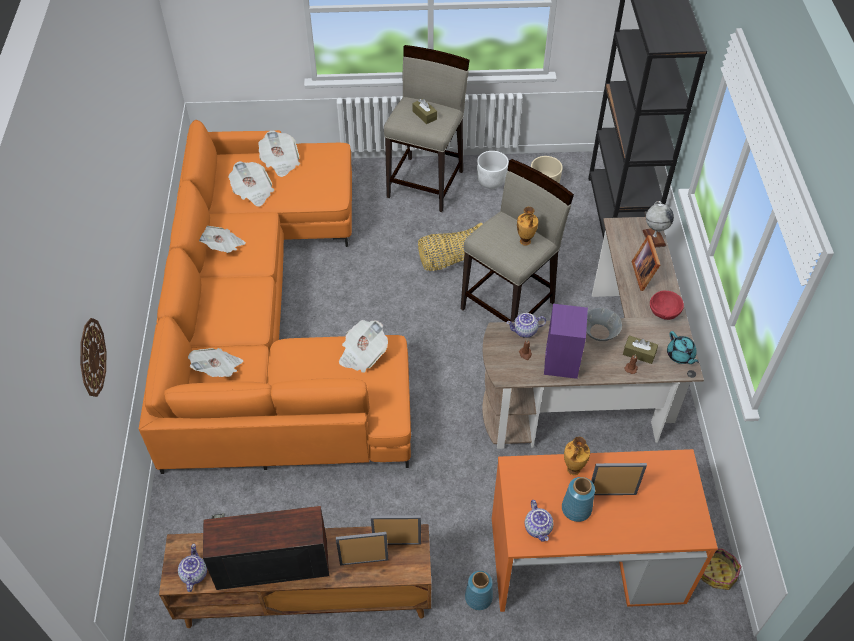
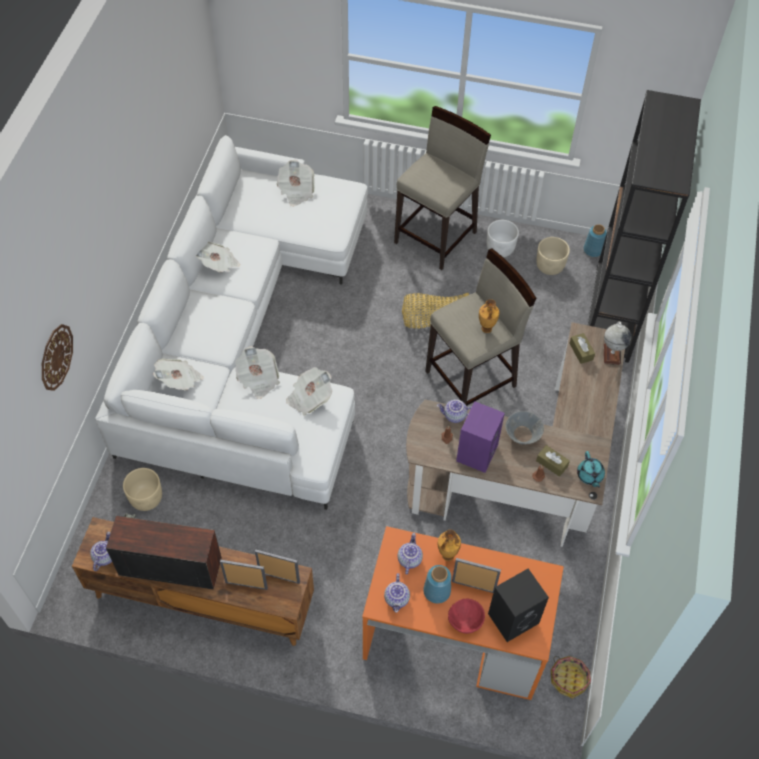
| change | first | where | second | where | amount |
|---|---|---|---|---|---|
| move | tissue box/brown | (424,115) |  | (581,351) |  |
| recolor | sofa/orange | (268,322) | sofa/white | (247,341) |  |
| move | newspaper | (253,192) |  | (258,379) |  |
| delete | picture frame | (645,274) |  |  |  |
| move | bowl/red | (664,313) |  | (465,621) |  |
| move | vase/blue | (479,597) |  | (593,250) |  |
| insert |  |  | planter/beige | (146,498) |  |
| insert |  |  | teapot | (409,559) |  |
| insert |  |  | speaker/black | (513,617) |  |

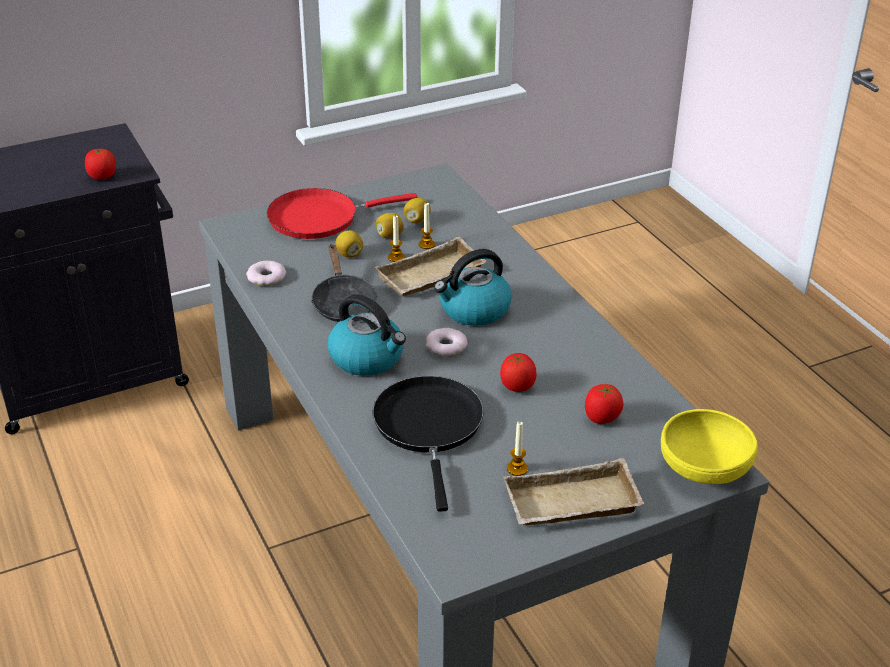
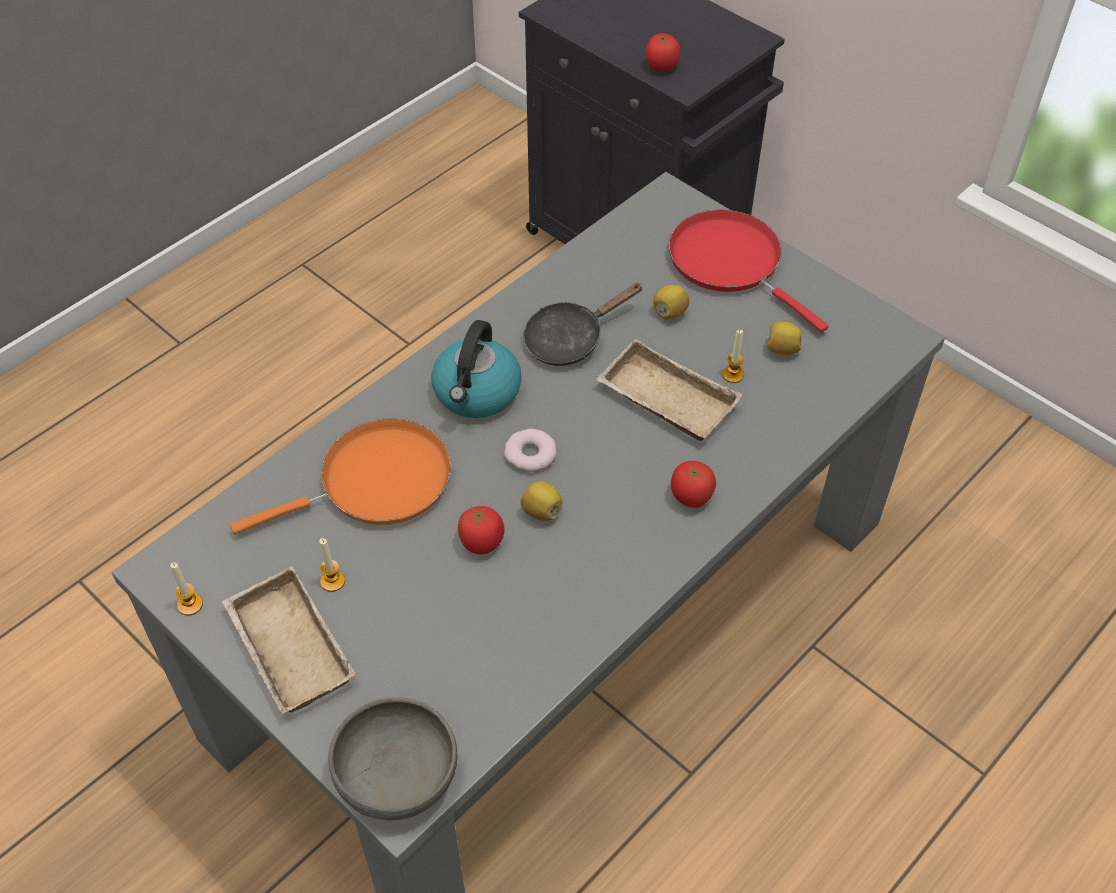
| change | first | where | second | where | amount |
|---|---|---|---|---|---|
| move | lemon | (389,235) |  | (541,511) |  |
| move | candle | (396,257) |  | (190,605) |  |
| delete | kettle | (473,310) |  |  |  |
| delete | donut | (266,277) |  |  |  |
| recolor | frying pan/black | (429,427) | frying pan/orange | (376,482) |  |
| move | tomato | (601,418) |  | (690,497) |  |
| recolor | bowl/yellow | (704,468) | bowl/grey | (396,775) |  |

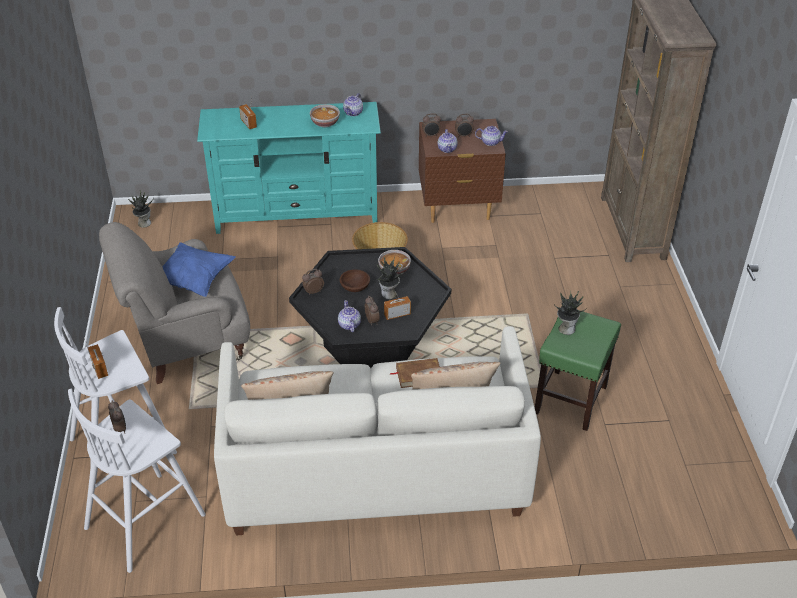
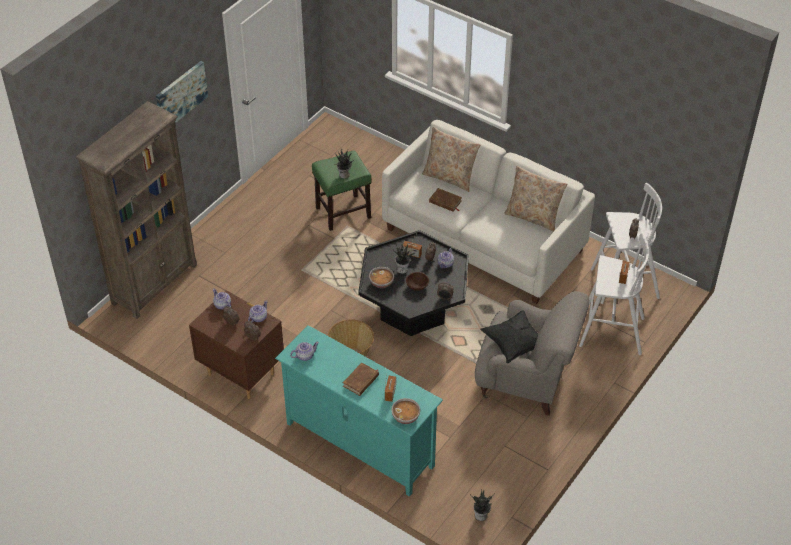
| change | first | where | second | where | amount |
|---|---|---|---|---|---|
| move | bowl | (325,123) |  | (406,417) |  |
| recolor | pillow/blue | (194,280) | pillow/black | (514,344) |  |
| insert |  |  | picture | (181,95) |  |
| insert |  |  | book/brown | (361,381) |  |

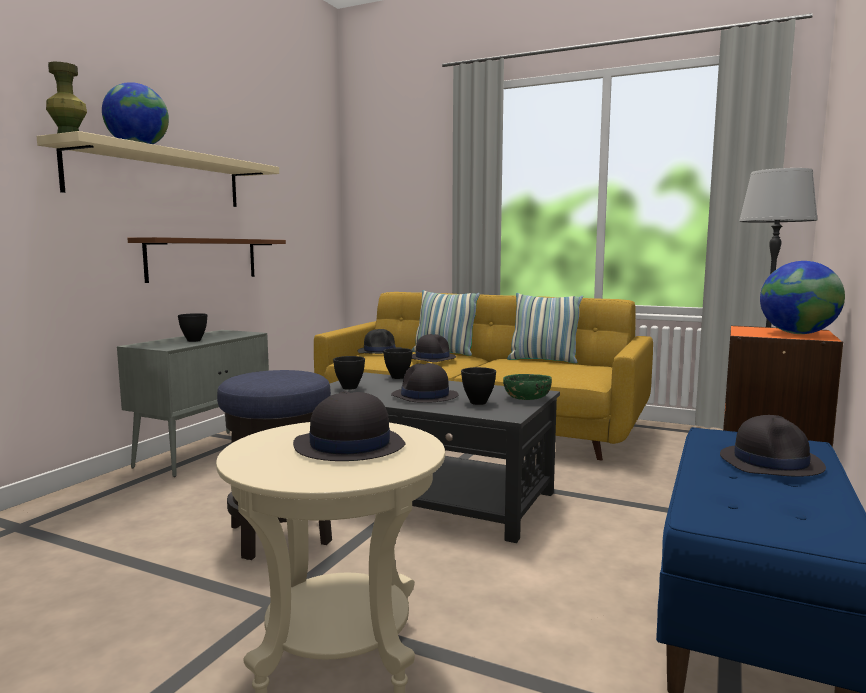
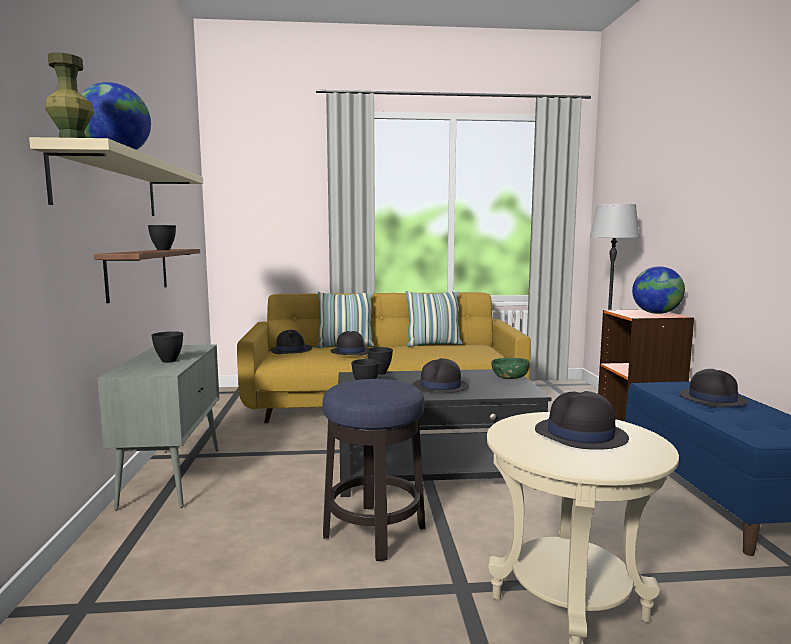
| change | first | where | second | where | amount |
|---|---|---|---|---|---|
| move | bowl/black | (477,403) |  | (163,250) |  |

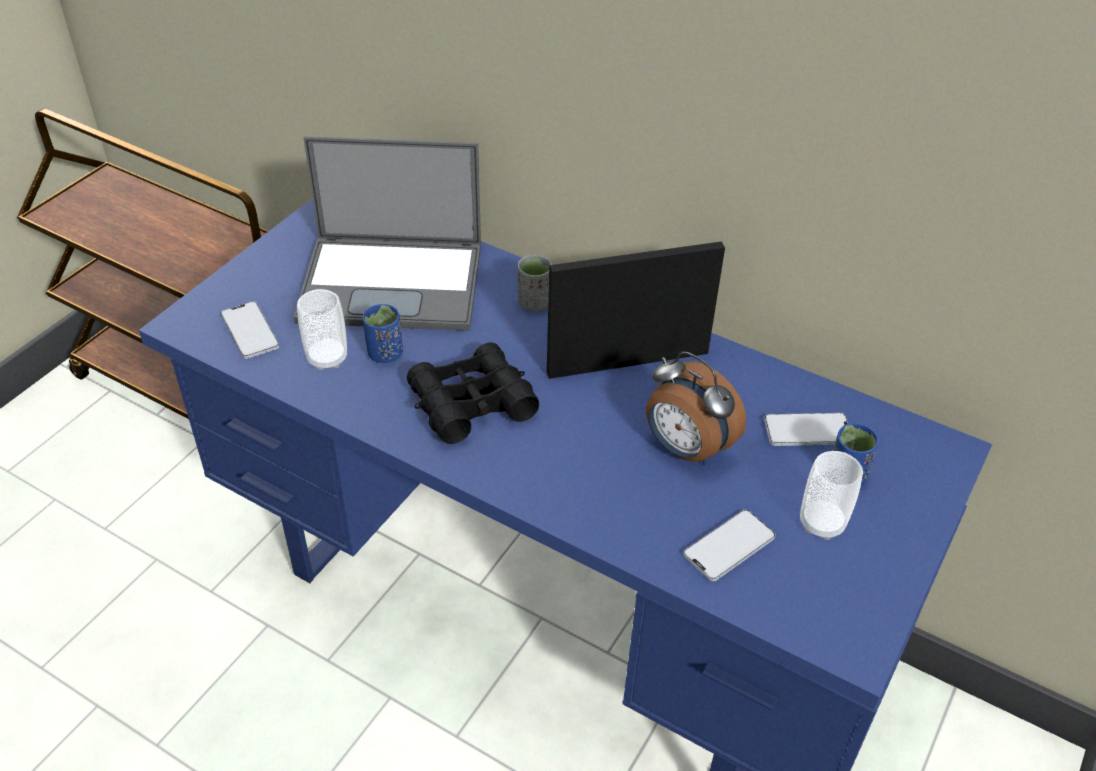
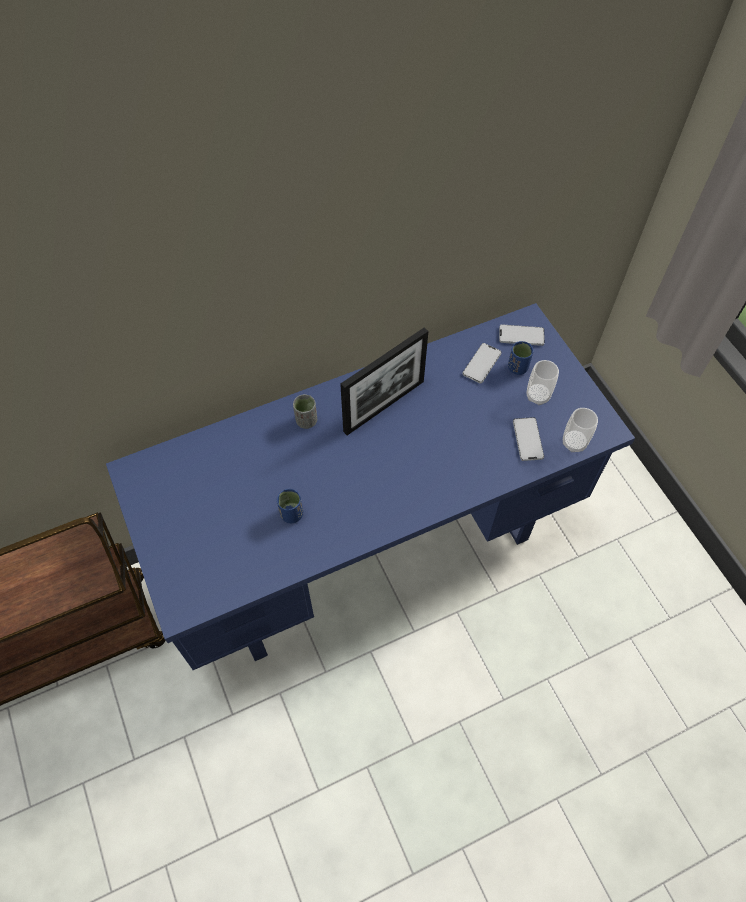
| change | first | where | second | where | amount |
|---|---|---|---|---|---|
| delete | laptop | (394,282) |  |  |  |
| rotate | picture frame | (628,363) |  | (384,406) | 150 degrees counterclockwise |
| move | cup | (327,358) |  | (574,443) |  |
| move | phone | (250,331) |  | (521,336) |  |
| delete | binoculars/black | (471,403) |  |  |  |
| delete | alarm clock | (685,449) |  |  |  |

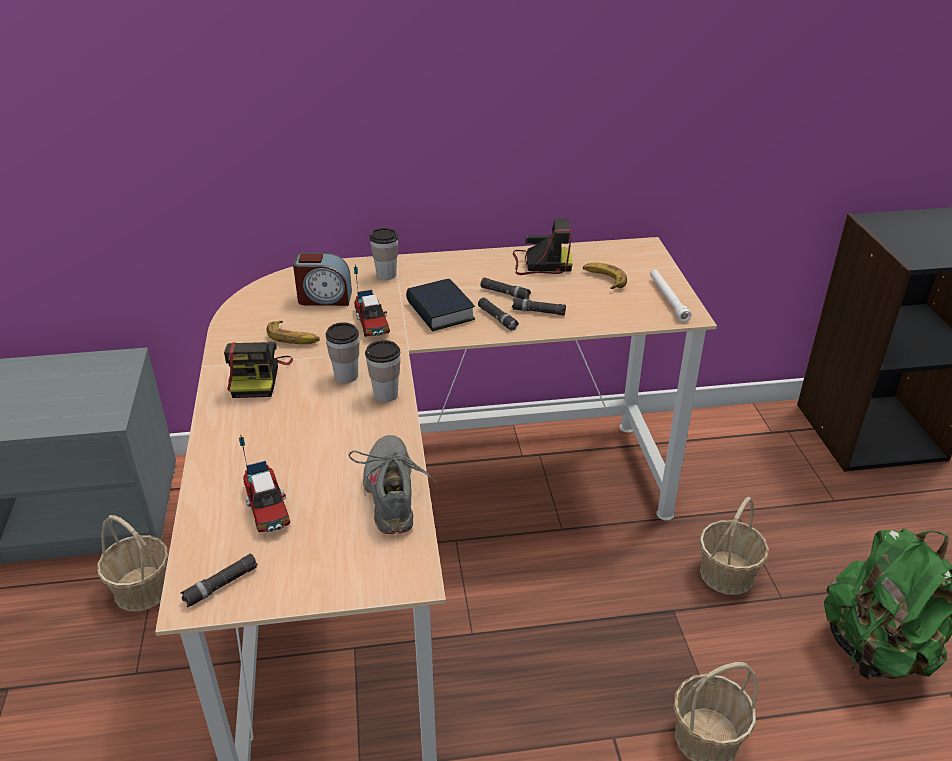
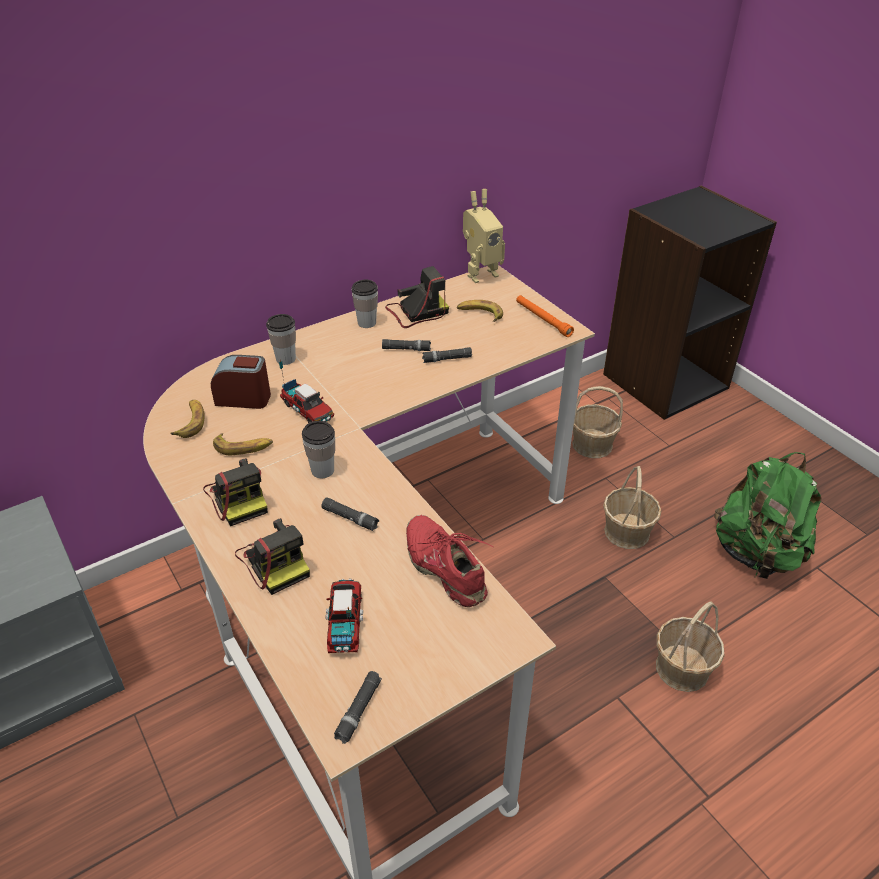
| change | first | where | second | where | amount |
|---|---|---|---|---|---|
| rotate | alarm clock | (324,298) |  | (244,398) | 150 degrees counterclockwise |
| recolor | flashlight/white | (668,299) | flashlight/orange | (543,319) |  |
| delete | book | (440,311) |  |  |  |
| move | flashlight/black | (497,318) |  | (350,518) |  |
| move | cup | (385,395) |  | (366,323) |  |
| rotate | toy truck | (267,507) |  | (345,621) | 135 degrees counterclockwise |
| recolor | shoe/grey | (393,493) | shoe/red | (446,567) |  |
| move | basket | (142,589) |  | (592,444) |  |
| insert |  |  | toy robot | (480,273) |  |
| insert |  |  | banana | (191,422) |  |
| insert |  |  | photo camera | (275,560) |  |

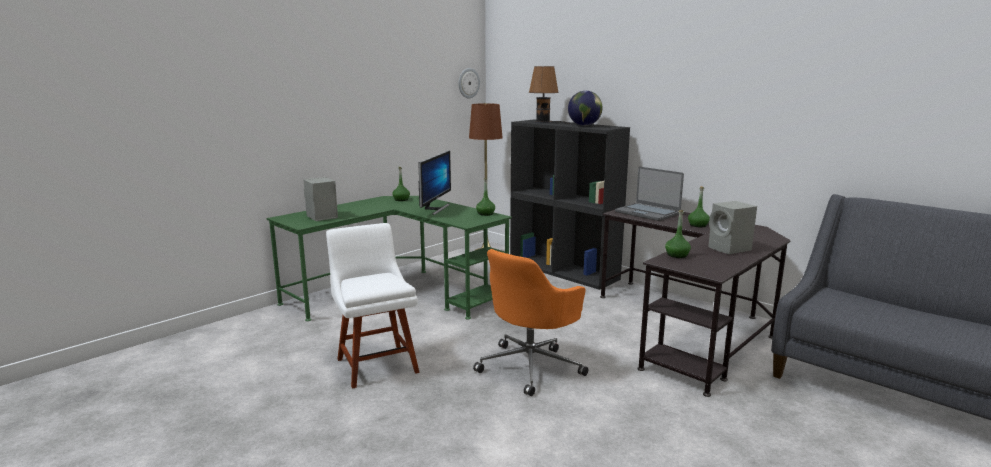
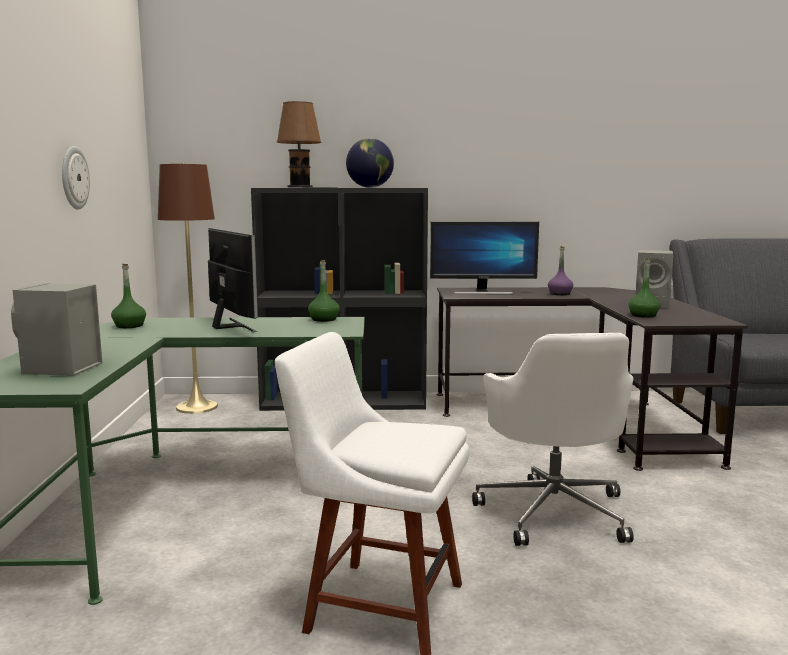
| change | first | where | second | where | amount |
|---|---|---|---|---|---|
| move | wall clock | (468,83) |  | (74,178) |  |
| replace | laptop | (647,213) | monitor | (482,292) |  |
| recolor | bottle/green | (698,225) | bottle/purple | (560,294) |  |
| recolor | office chair/orange | (531,366) | office chair/white | (554,511) |  |

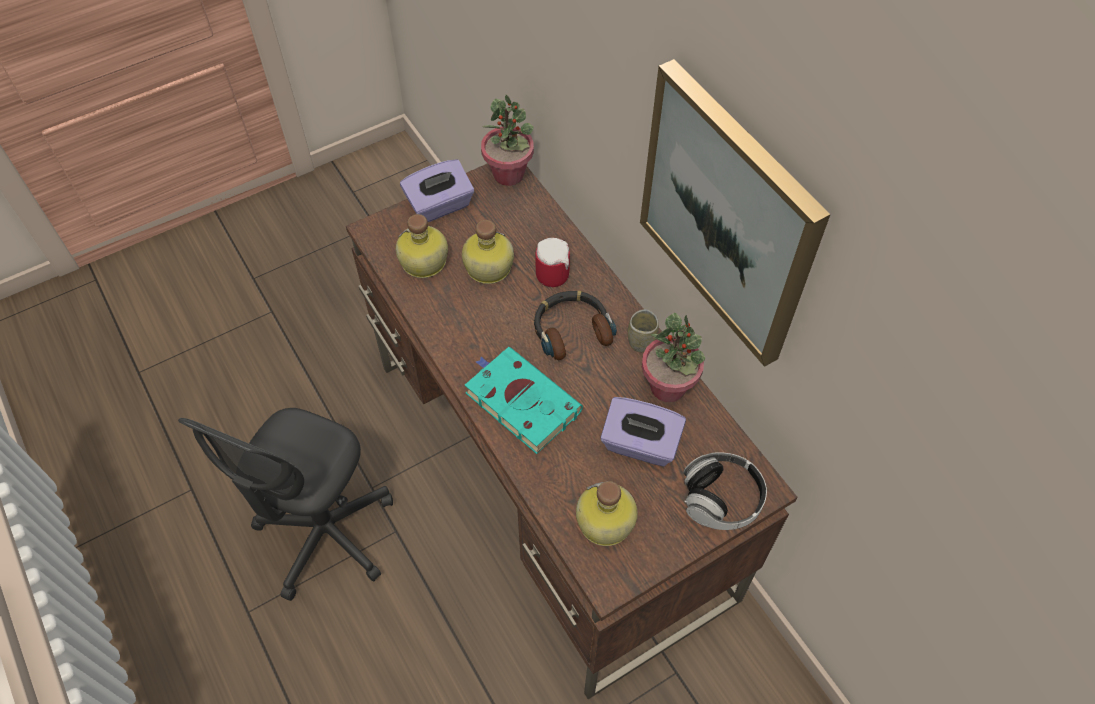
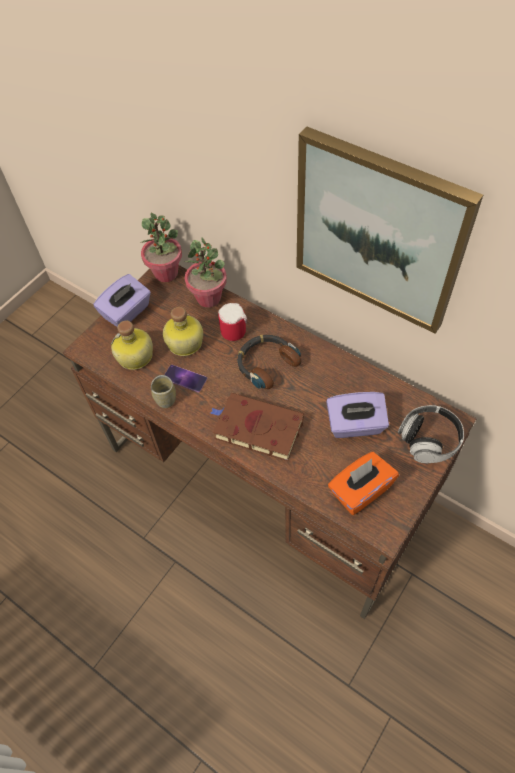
| change | first | where | second | where | amount |
|---|---|---|---|---|---|
| move | cup | (641,341) |  | (166,399) |  |
| move | potted plant | (668,387) |  | (209,298) |  |
| recolor | book/turquoise | (520,401) | book/brown | (256,428) |  |
| delete | office chair/grey | (326,534) |  |  |  |
| replace | bottle | (604,523) | tissue box/orange | (360,490) |  |
| insert |  |  | phone | (184,378) |  |

